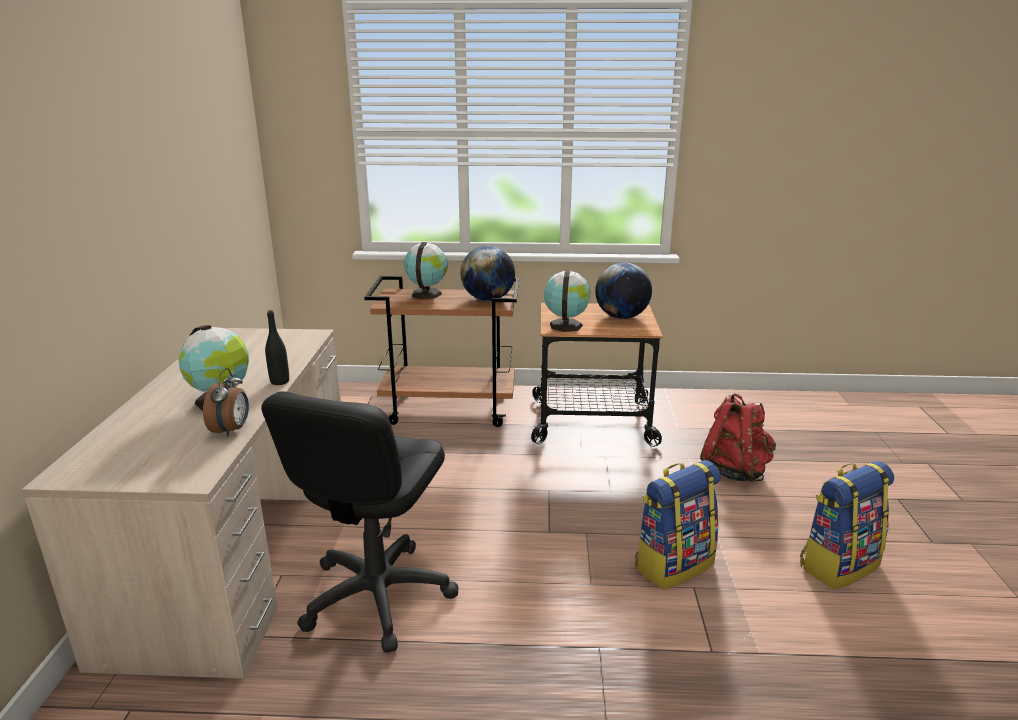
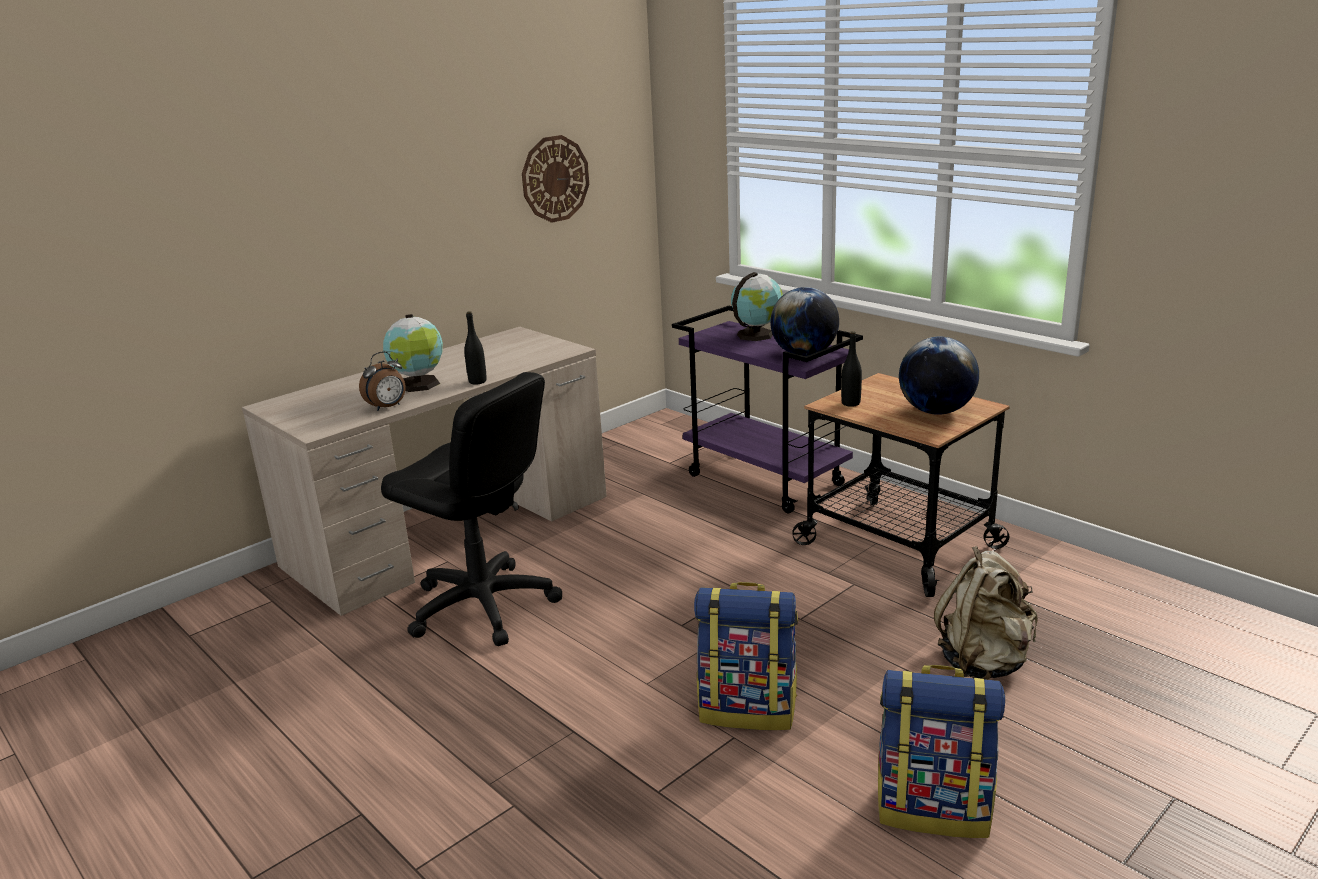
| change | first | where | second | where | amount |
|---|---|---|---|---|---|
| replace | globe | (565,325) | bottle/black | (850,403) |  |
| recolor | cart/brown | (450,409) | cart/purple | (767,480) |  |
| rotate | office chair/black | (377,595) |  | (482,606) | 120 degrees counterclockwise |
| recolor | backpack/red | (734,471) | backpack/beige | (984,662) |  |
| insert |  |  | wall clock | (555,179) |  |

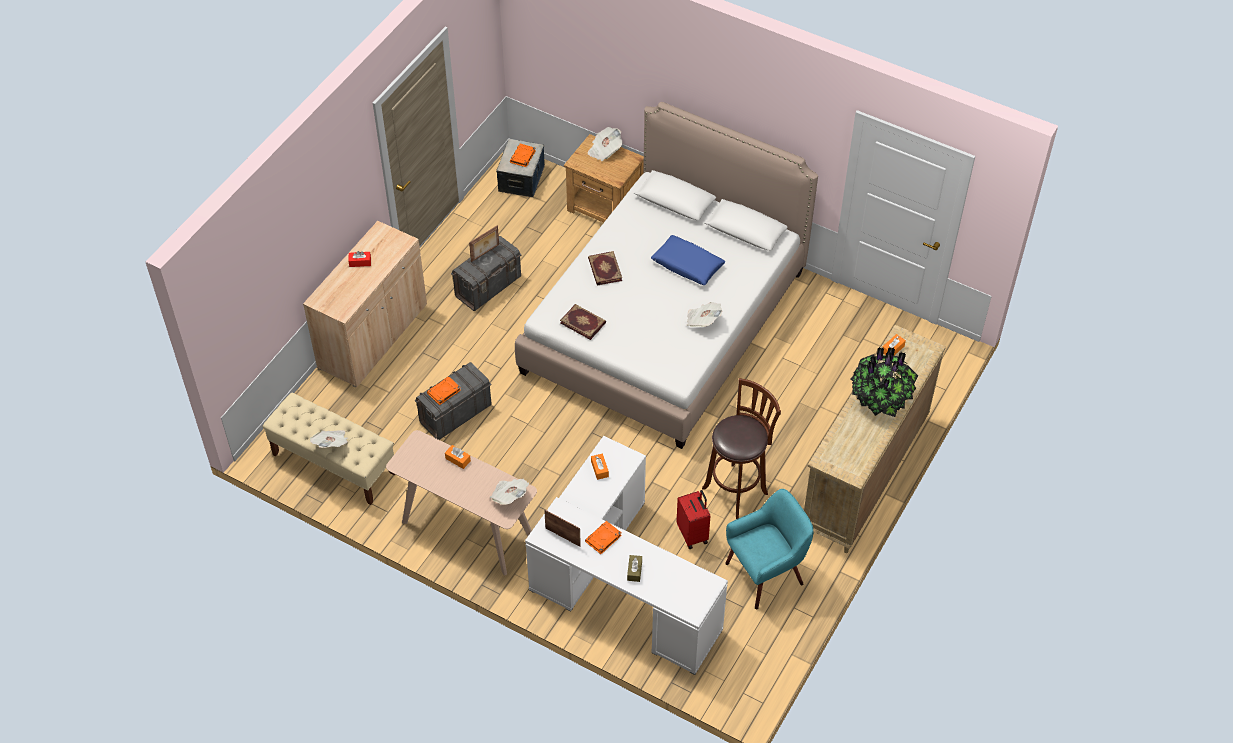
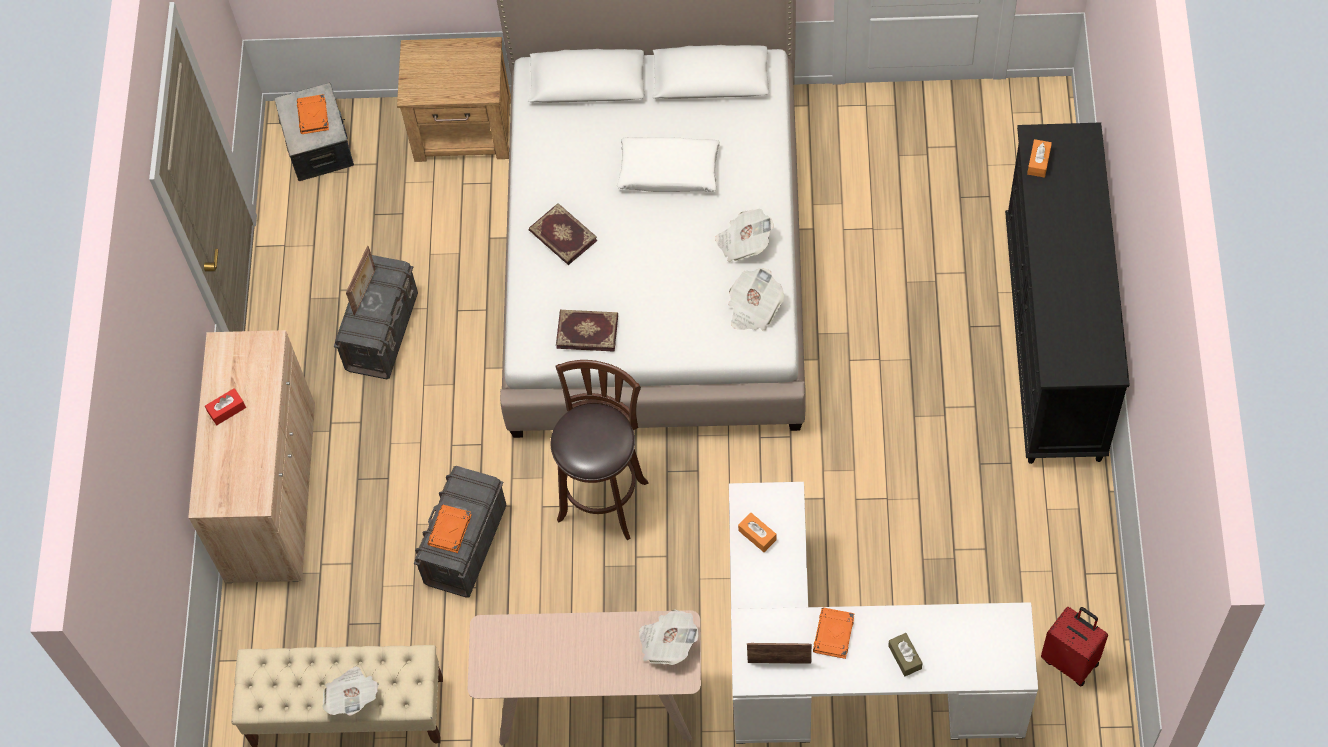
| change | first | where | second | where | amount |
|---|---|---|---|---|---|
| move | newspaper | (604,150) |  | (753,309) |  |
| recolor | pillow/blue | (687,265) | pillow/white | (669,171) |  |
| recolor | dresser/beige | (864,476) | dresser/black | (1053,342) |  |
| delete | potted plant | (880,399) |  |  |  |
| move | stool/brown | (737,489) |  | (604,496) |  |
| delete | tissue box/orange | (458,459) |  |  |  |
| delete | armchair/turquoise | (765,574) |  |  |  |
| move | suitcase/red | (693,534) |  | (1071,661) |  |

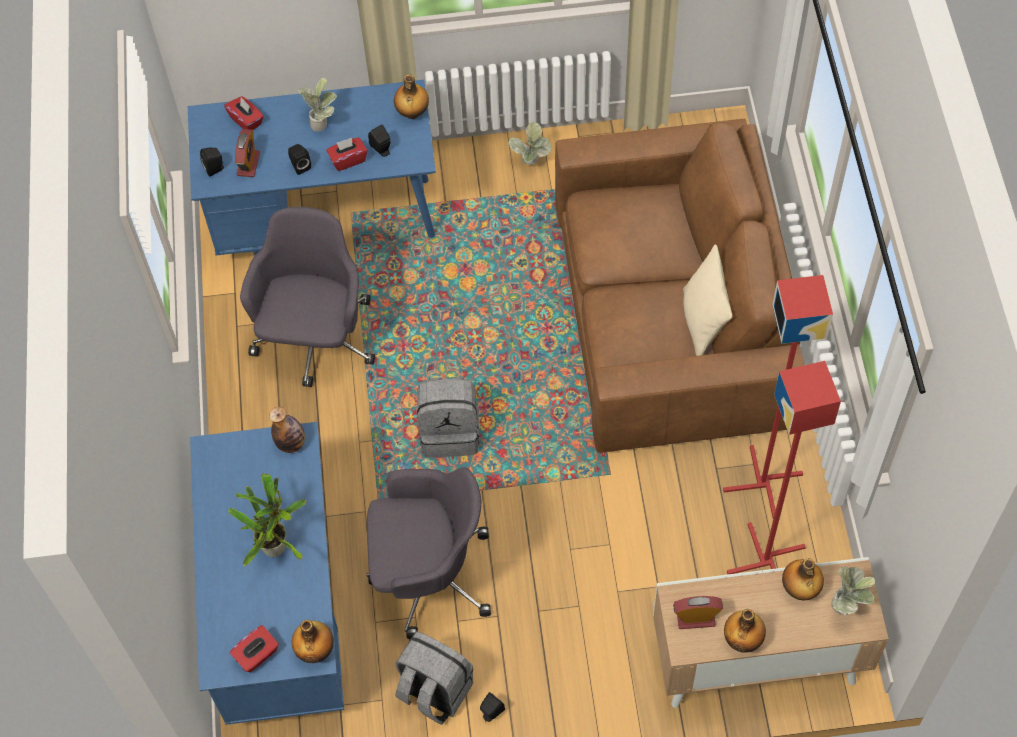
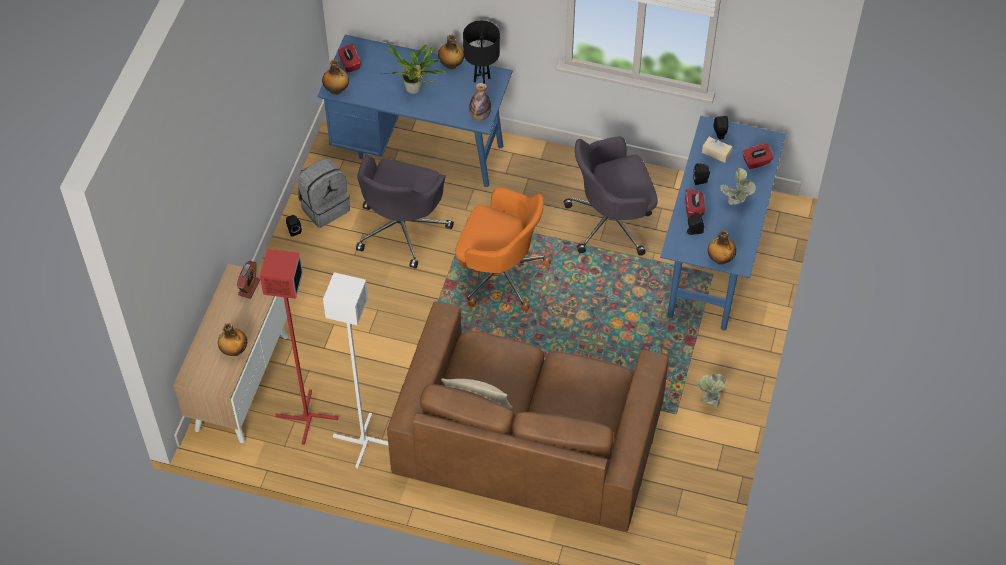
| change | first | where | second | where | amount |
|---|---|---|---|---|---|
| replace | alarm clock | (248,164) | tissue box/beige | (716,153) |  |
| rotate | office chair/grey | (316,340) |  | (611,222) | 135 degrees clockwise |
| recolor | floor lamp/red | (764,481) | floor lamp/white | (364,441) |  |
| replace | backpack/grey | (450,432) | office chair/orange | (499,273) |  |
| delete | potted plant | (846,605) |  |  |  |
| move | bottle | (743,639) |  | (451,65) |  |
| insert |  |  | table lamp/black | (482,80) |  |

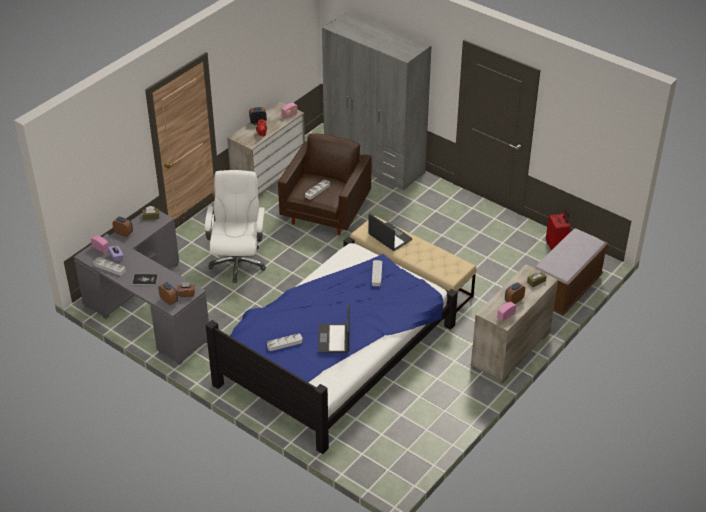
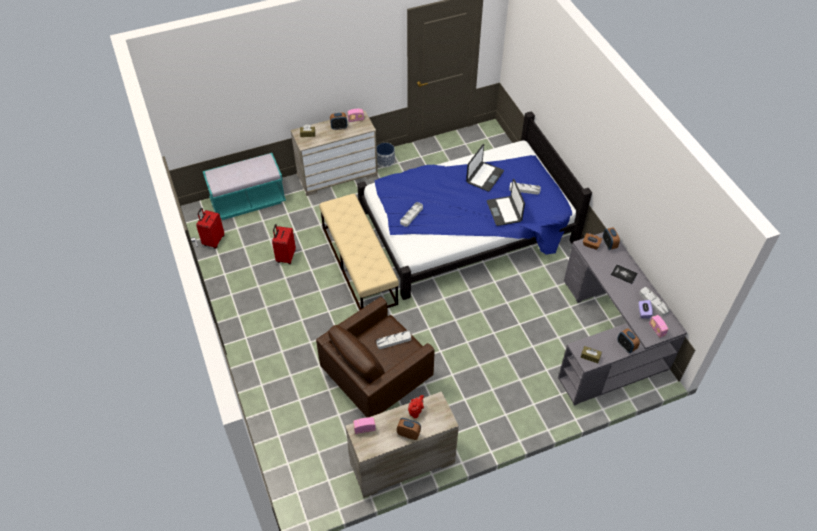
| change | first | where | second | where | amount |
|---|---|---|---|---|---|
| delete | wardrobe/grey | (374,163) |  |  |  |
| delete | office chair/white | (238,262) |  |  |  |
| move | laptop | (389,237) |  | (504,211) |  |
| recolor | bench/brown | (566,290) | bench/turquoise | (248,202) |  |
| insert |  |  | planter | (385,161) |  |
| insert |  |  | suitcase/red | (285,256) |  |

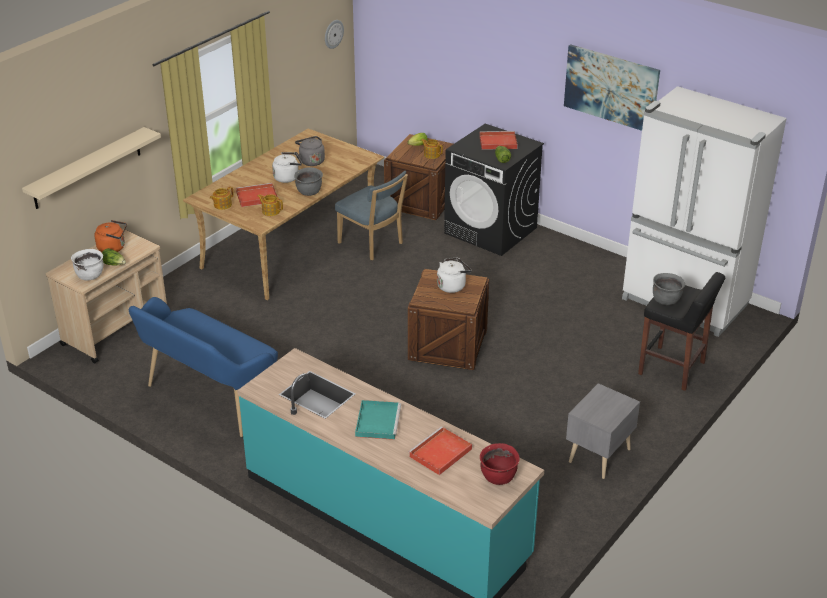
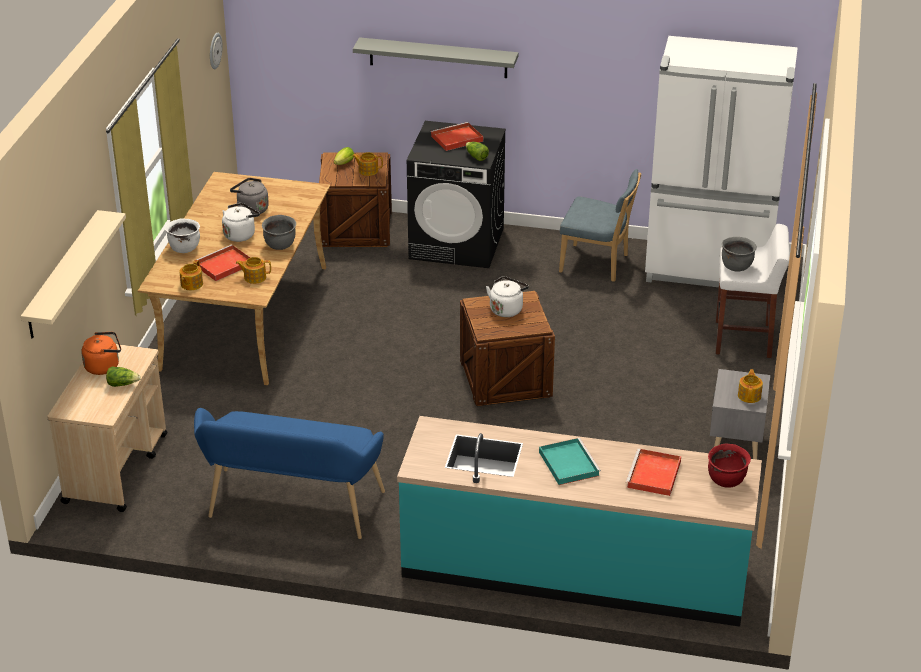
| change | first | where | second | where | amount |
|---|---|---|---|---|---|
| delete | picture | (611,87) |  |  |  |
| move | chair/blue | (372,244) |  | (597,264) |  |
| move | cooking pot/white | (90,275) |  | (184,248) |  |
| recolor | stool/black | (672,369) | stool/white | (744,339) |  |
| insert |  |  | shelf/grey | (438,58) |  |
| insert |  |  | teapot | (749,395) |  |

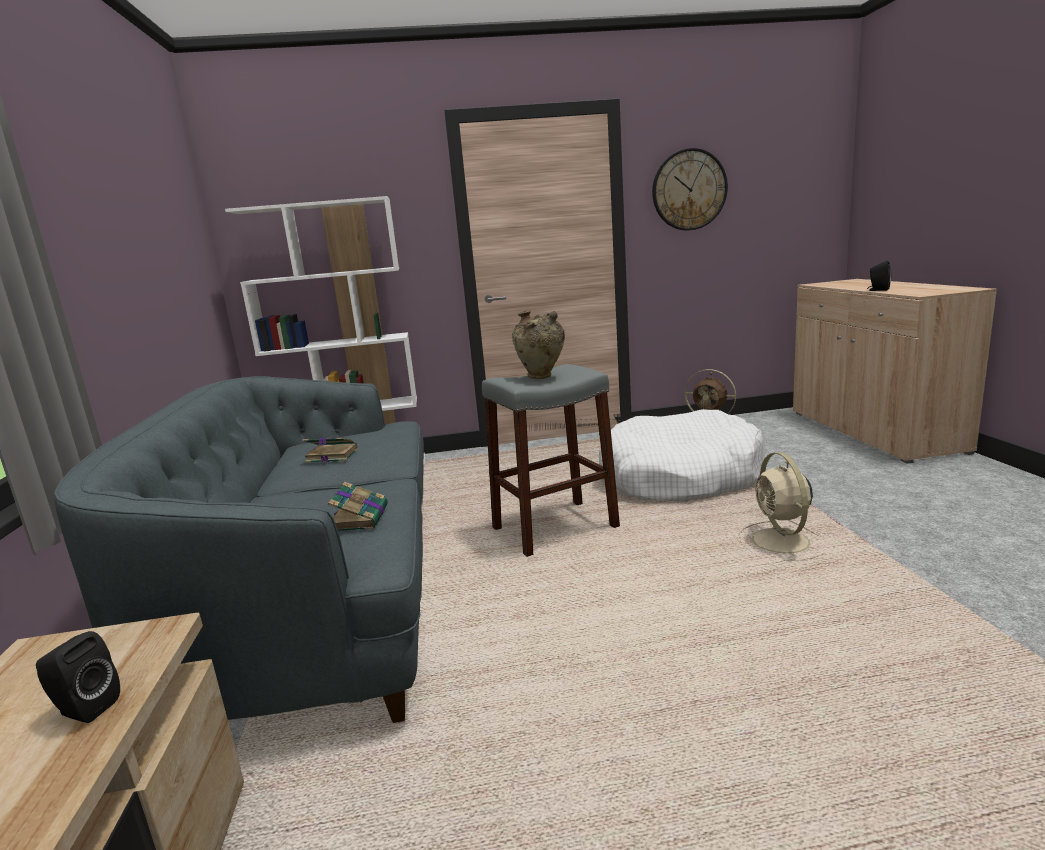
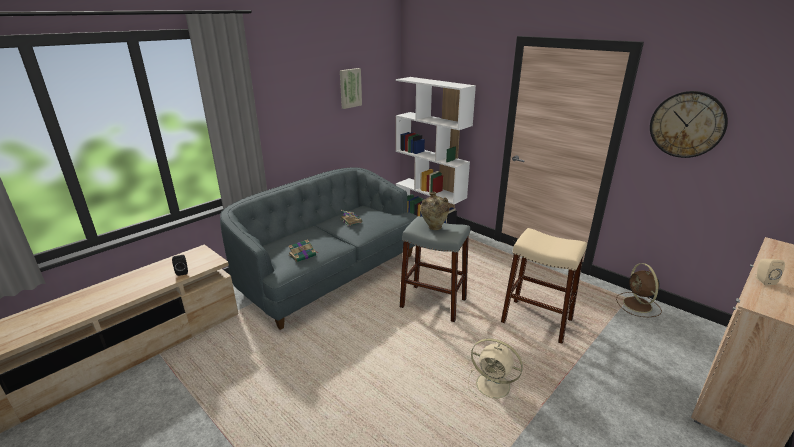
| change | first | where | second | where | amount |
|---|---|---|---|---|---|
| recolor | speaker/black | (878,290) | speaker/beige | (763,280) |  |
| replace | dog bed/white | (679,477) | stool/beige | (537,320) |  |
| rotate | fan/beige | (782,542) |  | (494,386) | 105 degrees counterclockwise |
| insert |  |  | picture | (350,88) |  |

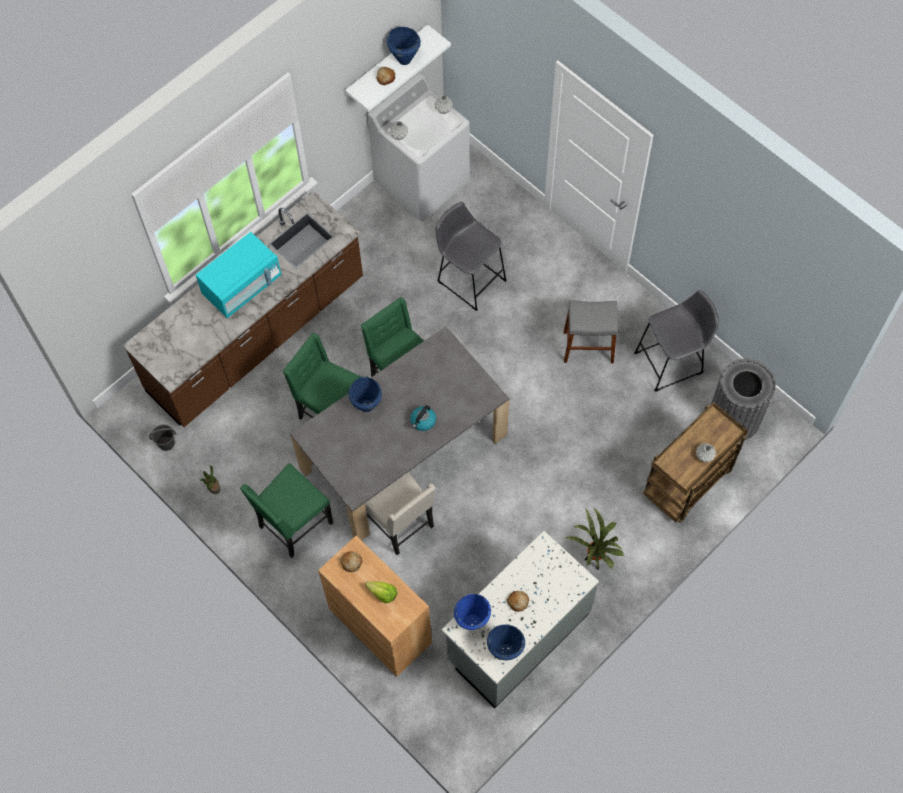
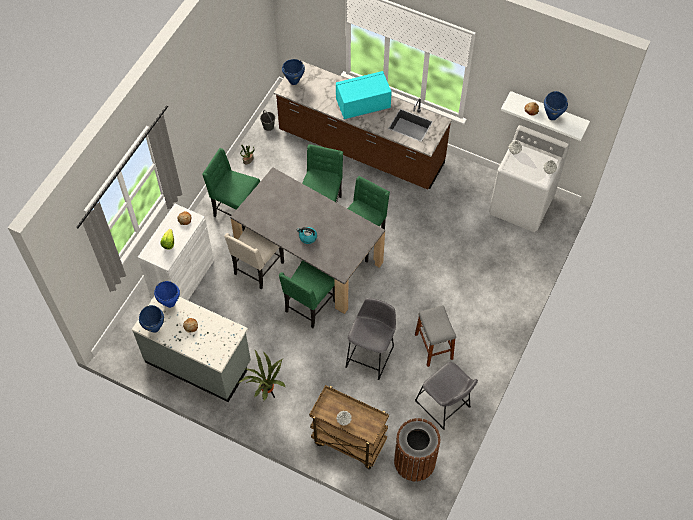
| change | first | where | second | where | amount |
|---|---|---|---|---|---|
| move | stool/grey | (469,278) |  | (371,354) |  |
| rotate | microwave/turquoise | (242,286) |  | (362,104) | 135 degrees clockwise |
| recolor | trash can/grey | (734,418) | trash can/brown | (414,461) |  |
| move | cooking pot/blue | (366,406) |  | (293,81) |  |
| recolor | cabinet/brown | (380,626) | cabinet/white | (183,279) |  |
| insert |  |  | chair/green | (309,307) |  |

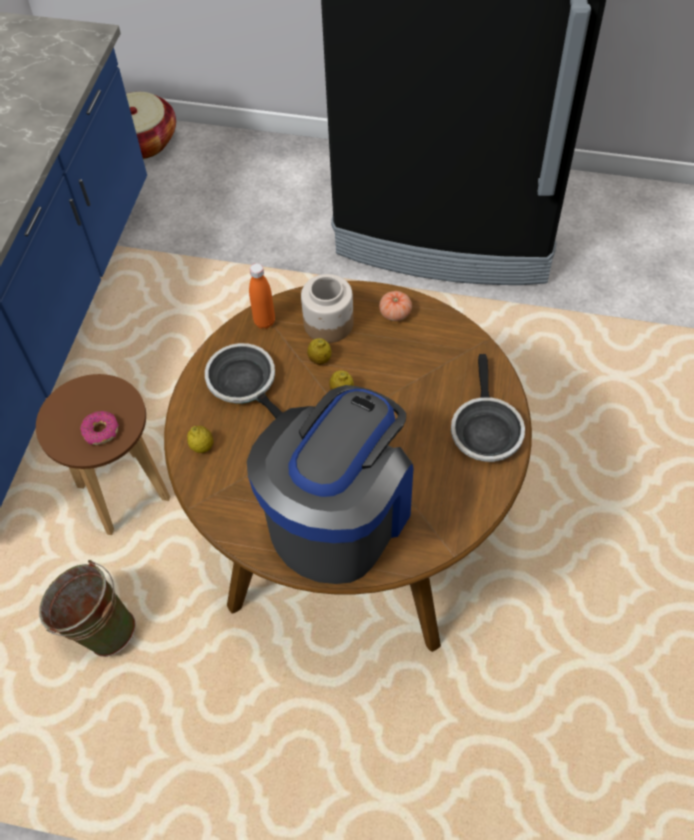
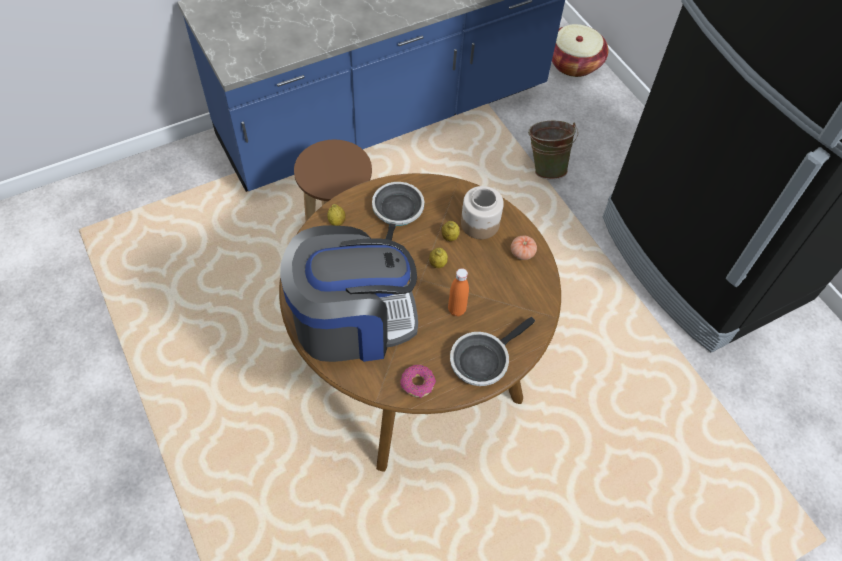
| change | first | where | second | where | amount |
|---|---|---|---|---|---|
| move | bottle/orange | (264,321) |  | (456,310) |  |
| move | donut | (101,431) |  | (417,384) |  |
| move | bucket/green | (98,628) |  | (546,166) |  |

